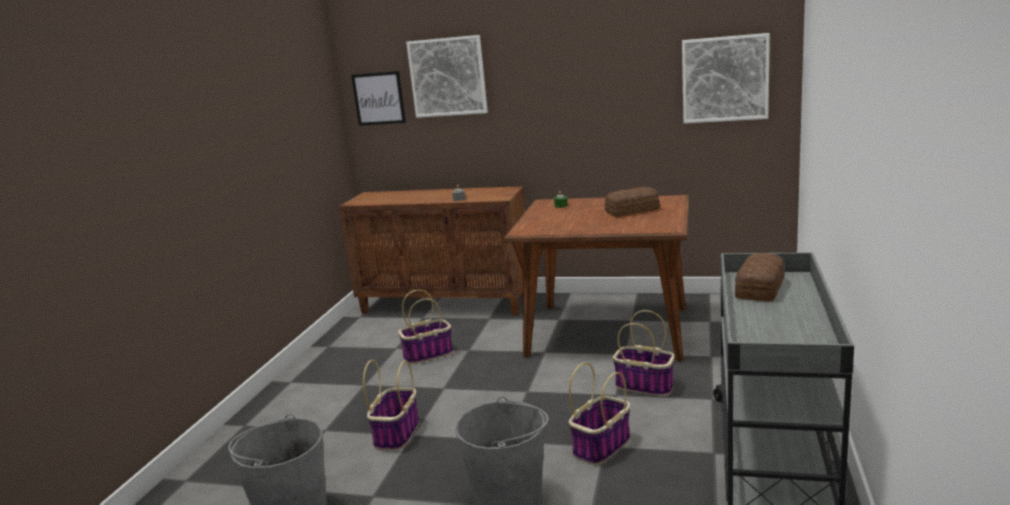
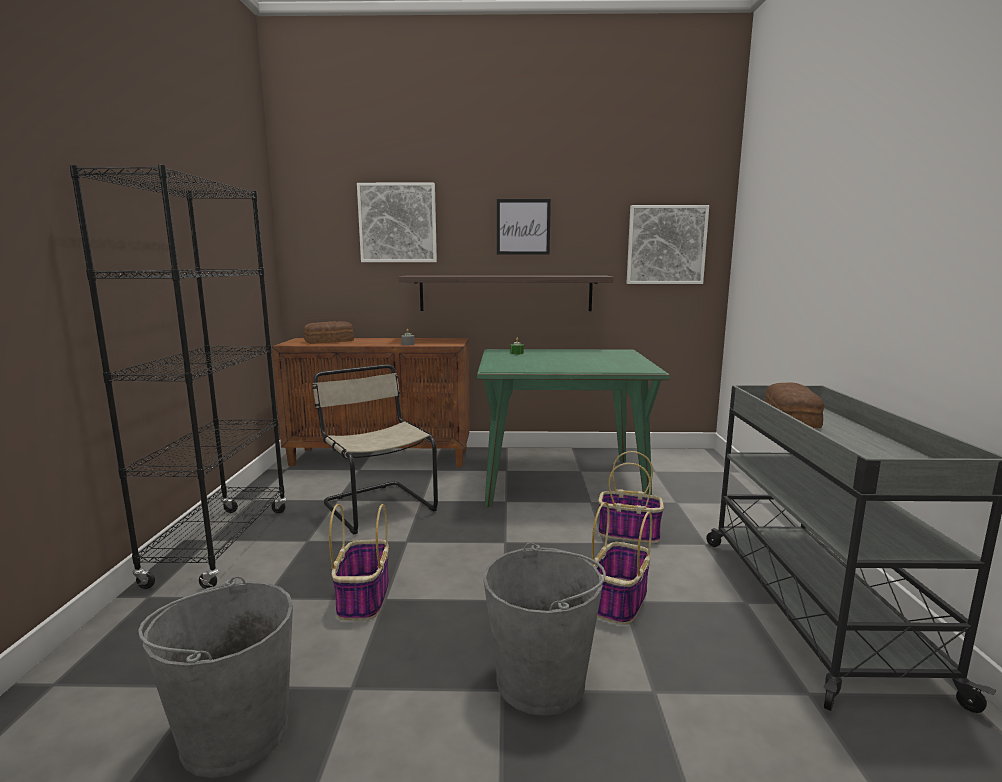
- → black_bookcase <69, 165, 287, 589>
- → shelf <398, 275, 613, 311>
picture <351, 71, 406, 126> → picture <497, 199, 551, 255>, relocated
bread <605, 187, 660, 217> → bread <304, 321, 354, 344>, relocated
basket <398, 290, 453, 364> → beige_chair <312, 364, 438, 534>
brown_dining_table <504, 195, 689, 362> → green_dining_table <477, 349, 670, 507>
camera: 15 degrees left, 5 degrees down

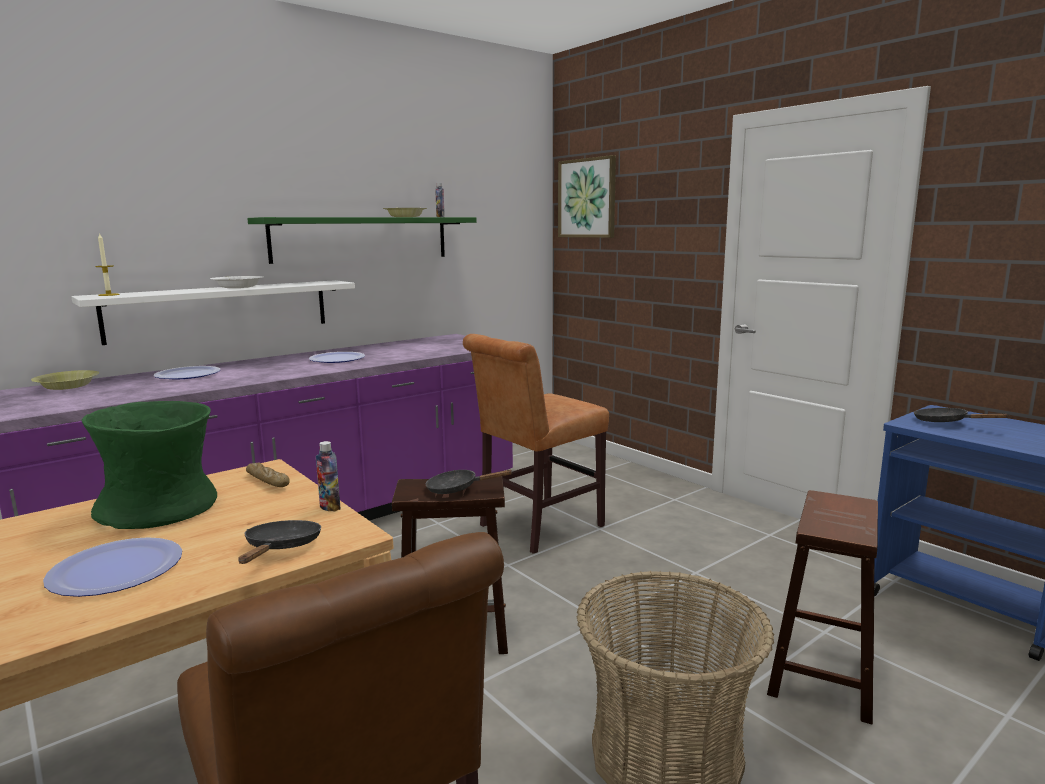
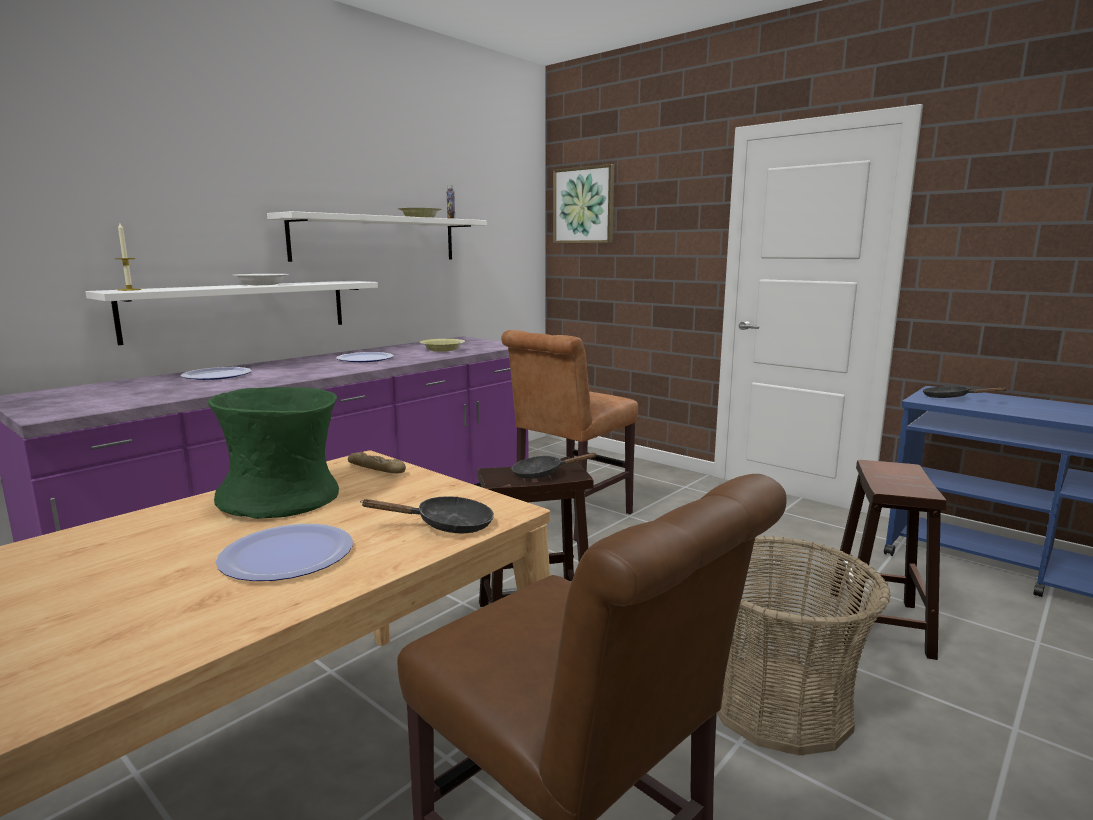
bottle <316, 441, 341, 512> → -
yellow_bowl <31, 370, 99, 390> → yellow_bowl <420, 339, 465, 352>, relocated
green_shelf <247, 217, 477, 264> → white_shelf <267, 211, 487, 262>
black_frying_pan <238, 520, 321, 564> → black_frying_pan <360, 496, 494, 533>, 90 degrees clockwise
camera: 10 degrees left, 0 degrees up

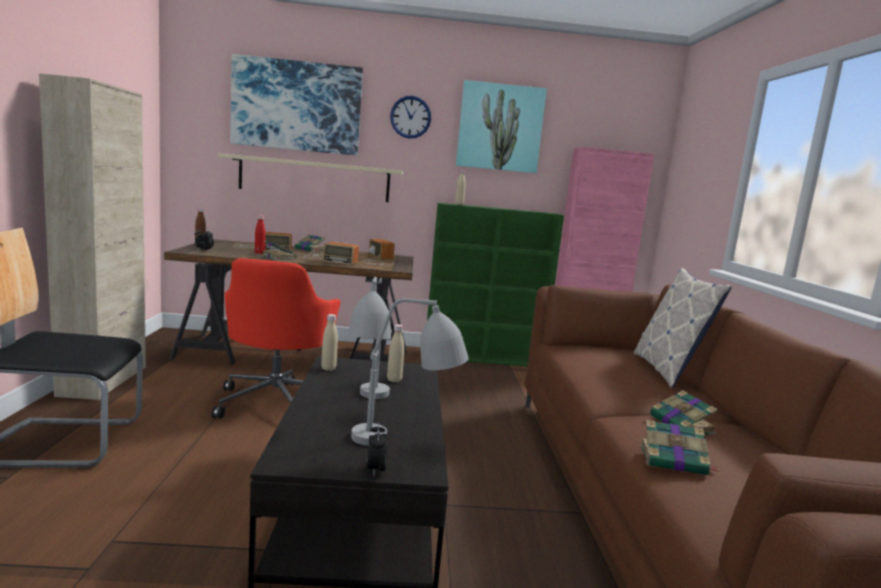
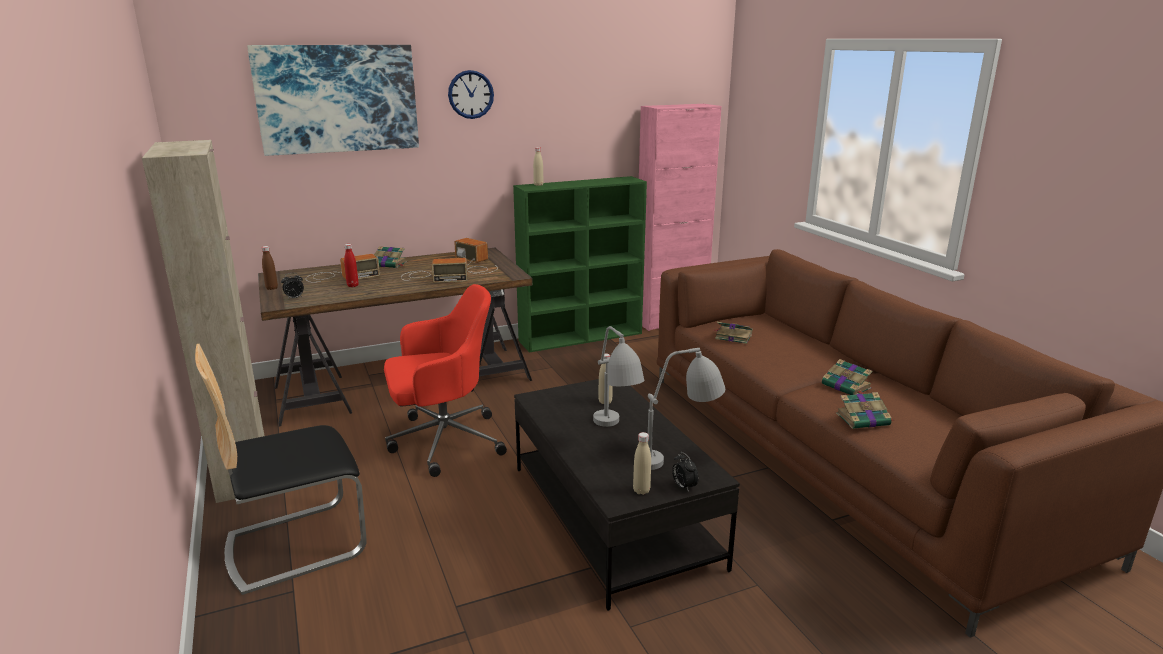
beige_shelf <217, 153, 403, 202> → -
picture <456, 80, 547, 173> → -
pillow <634, 268, 732, 388> → -
book <262, 241, 297, 260> → book <713, 322, 753, 344>, relocated
beige_bottle <321, 314, 338, 371> → beige_bottle <633, 432, 651, 495>, relocated
red_office_chair <211, 258, 341, 419> → red_office_chair <384, 284, 507, 477>, 90 degrees counterclockwise
camera: 20 degrees left, 10 degrees up

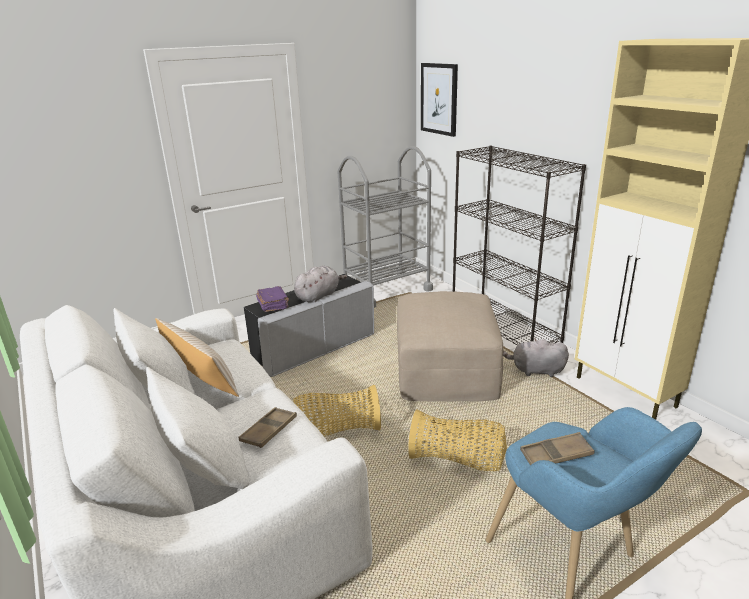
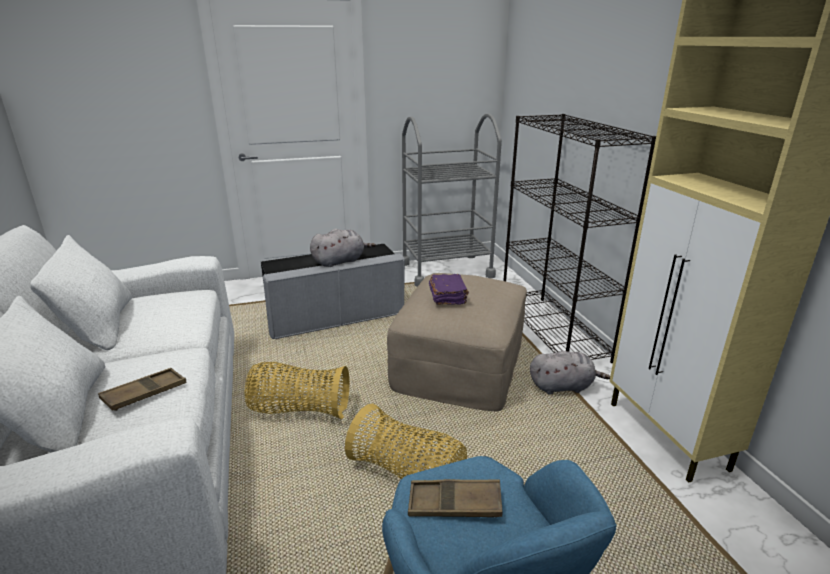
beige_pillow <155, 318, 239, 397> → -
picture <421, 63, 458, 137> → -
purple_book <256, 286, 289, 312> → purple_book <429, 274, 469, 305>, relocated
grey_plush_toy <503, 338, 569, 377> → grey_plush_toy <530, 351, 610, 395>, 150 degrees clockwise
camera: 15 degrees right, 0 degrees up

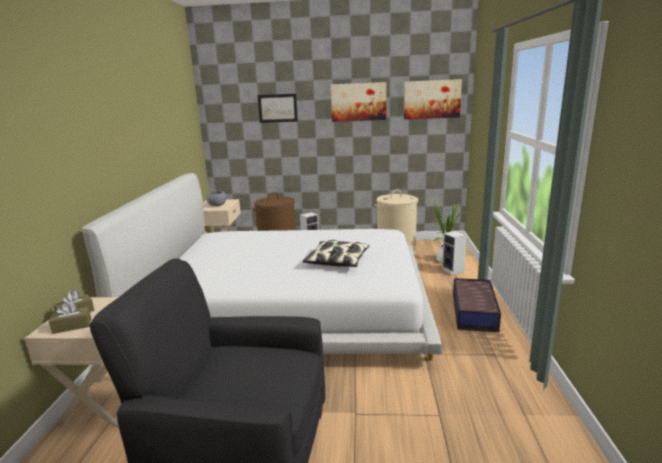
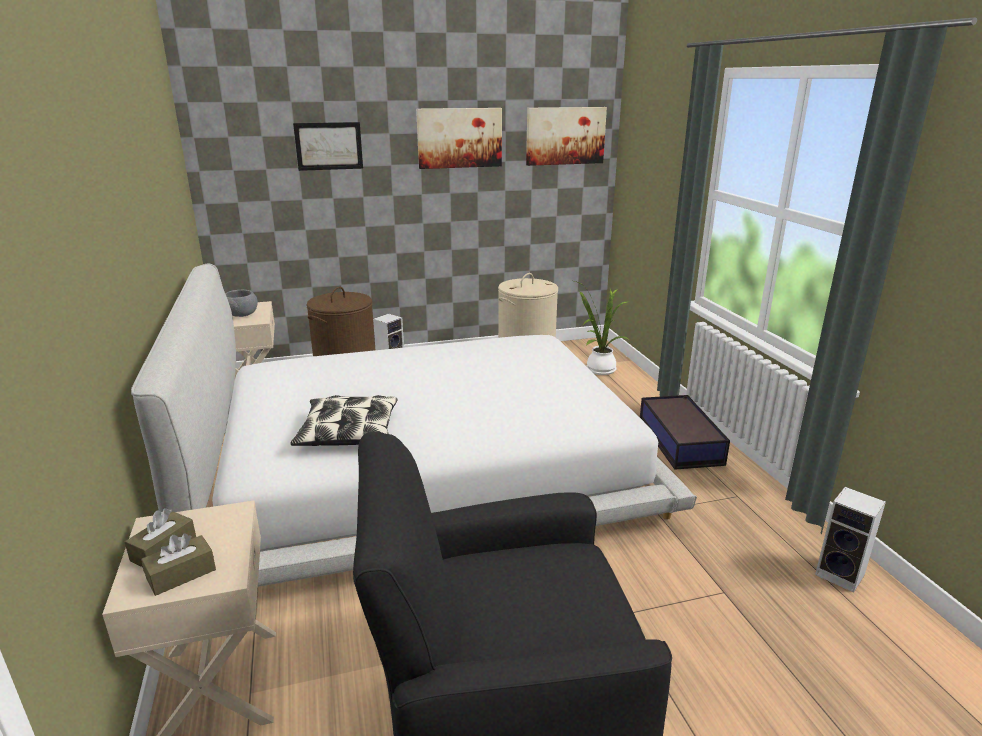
pillow <303, 240, 369, 267> → pillow <290, 395, 397, 446>, relocated
speaker <442, 231, 467, 275> → speaker <815, 487, 886, 593>, relocated
camera: 20 degrees left, 5 degrees up

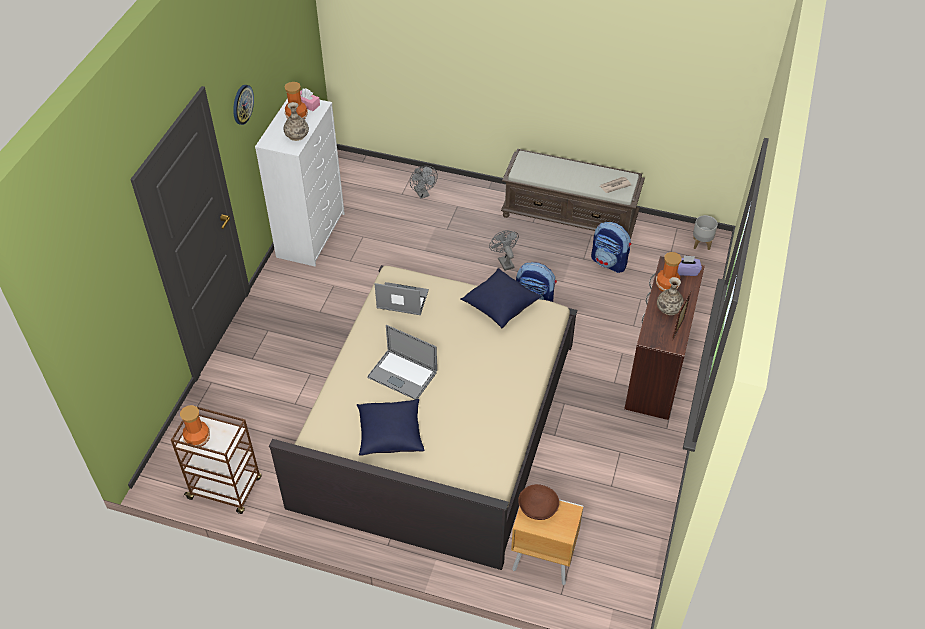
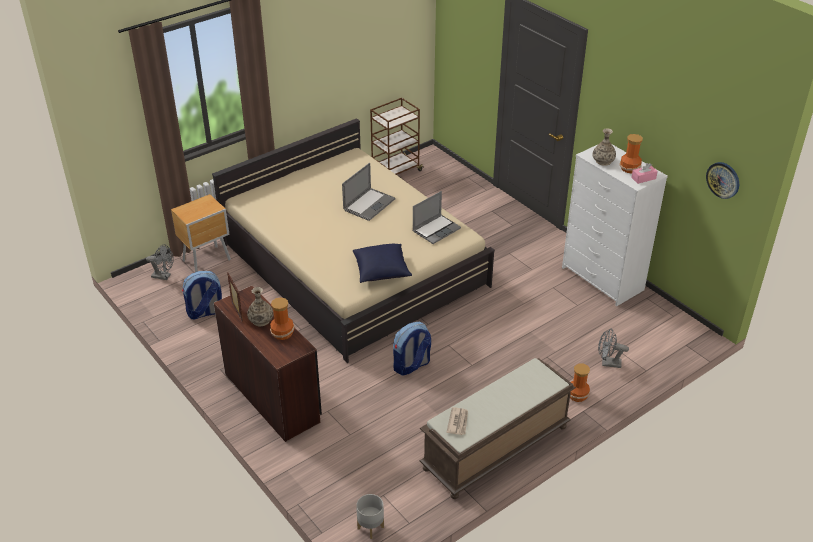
blue_pillow <357, 399, 424, 456> → -
brown_bowl <518, 484, 559, 520> → -
purple_tissue_box <677, 255, 702, 276> → -
vase <180, 405, 210, 447> → vase <570, 364, 590, 402>, relocated
wall_clock <233, 85, 254, 125> → wall_clock <706, 162, 739, 199>, relocated
grey_fan <489, 230, 519, 271> → grey_fan <146, 244, 174, 280>, relocated
backpack <591, 222, 631, 273> → backpack <182, 271, 222, 320>, relocated
laptop <367, 325, 437, 399> → laptop <342, 163, 396, 221>, 150 degrees clockwise
camera: 125 degrees right, 10 degrees down

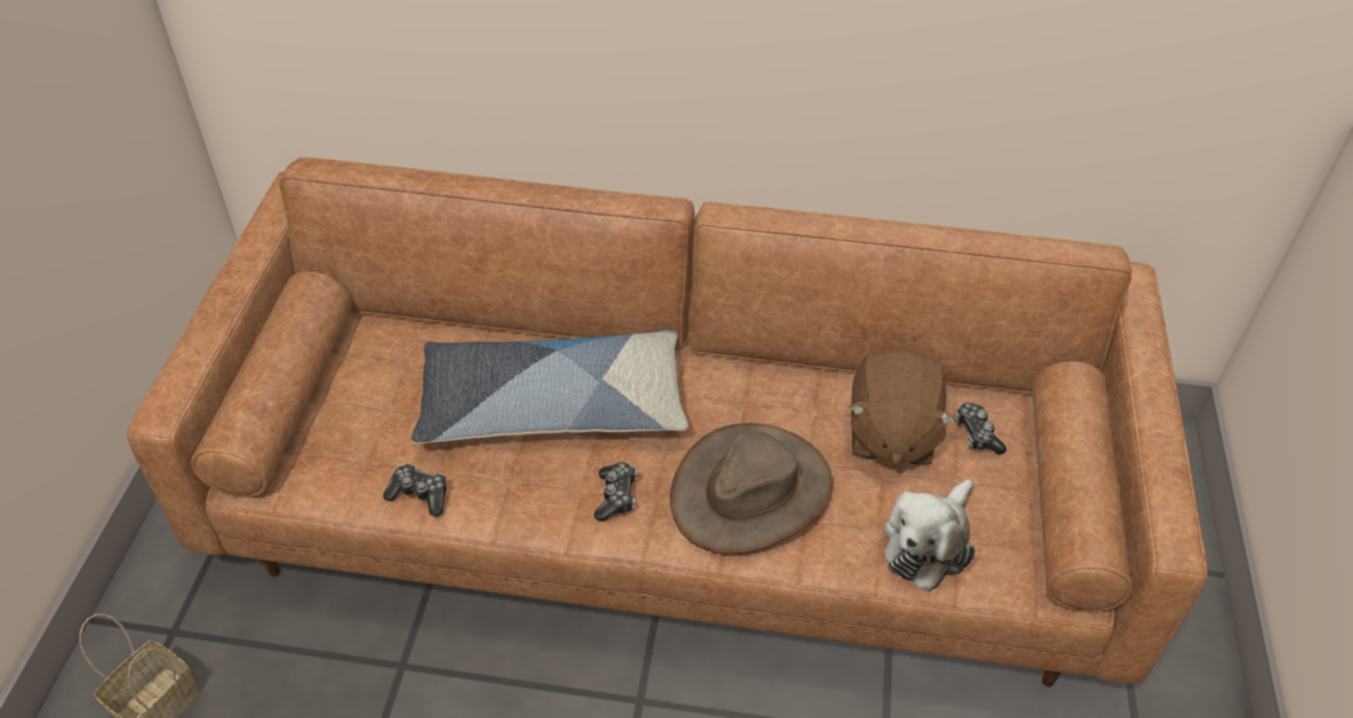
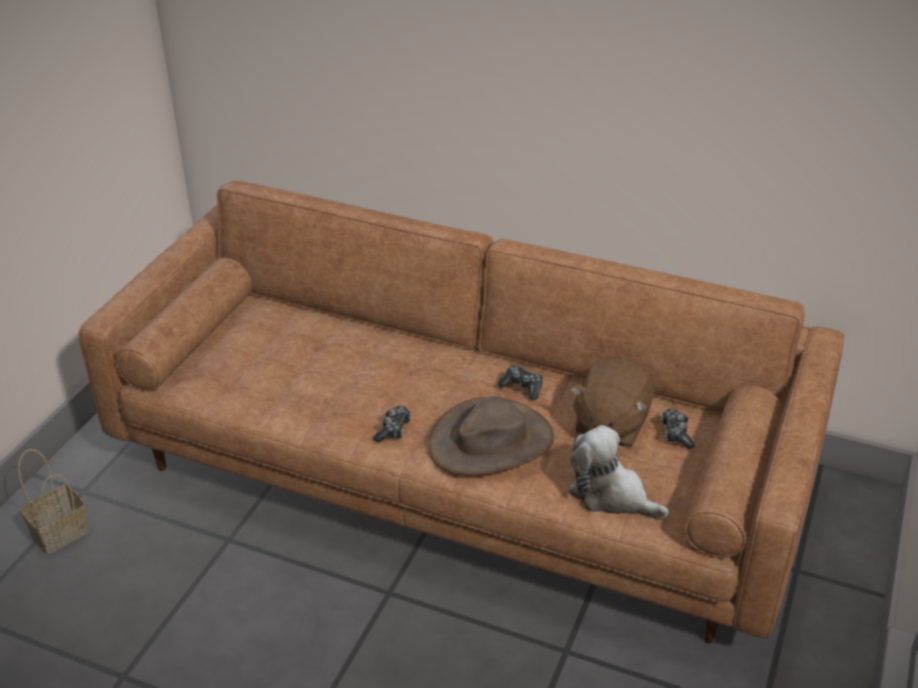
pillow <411, 330, 688, 444> → -
game_controller <383, 463, 446, 517> → game_controller <498, 365, 543, 400>, relocated
plush_toy <884, 479, 975, 591> → plush_toy <569, 425, 669, 519>, 75 degrees clockwise
camera: 15 degrees right, 10 degrees down

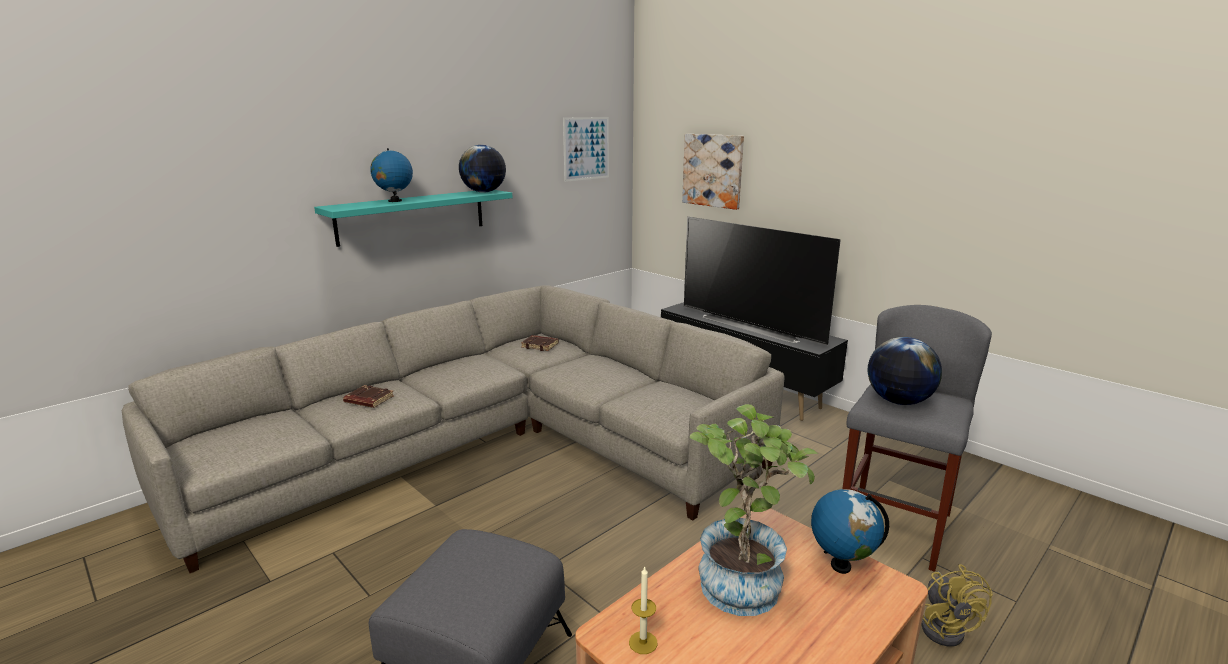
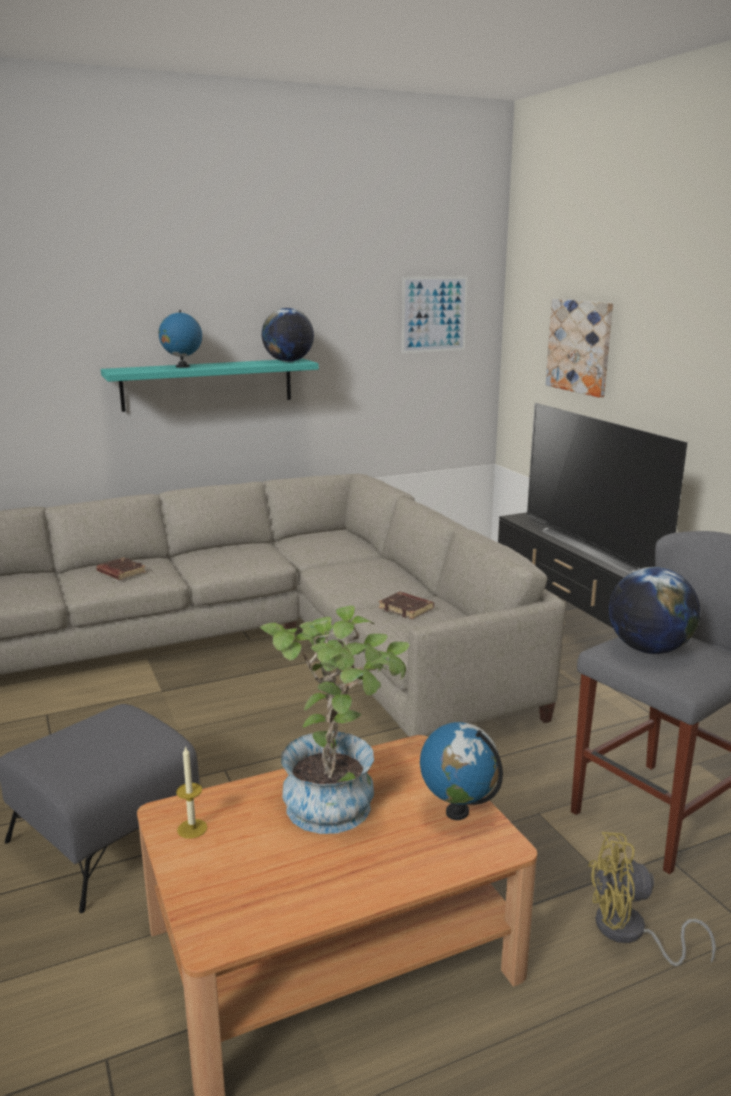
brown_book <521, 335, 559, 351> → brown_book <379, 592, 434, 619>, relocated
yellow_fan <921, 564, 993, 647> → yellow_fan <588, 832, 716, 966>, 75 degrees clockwise
camera: 20 degrees right, 0 degrees up

